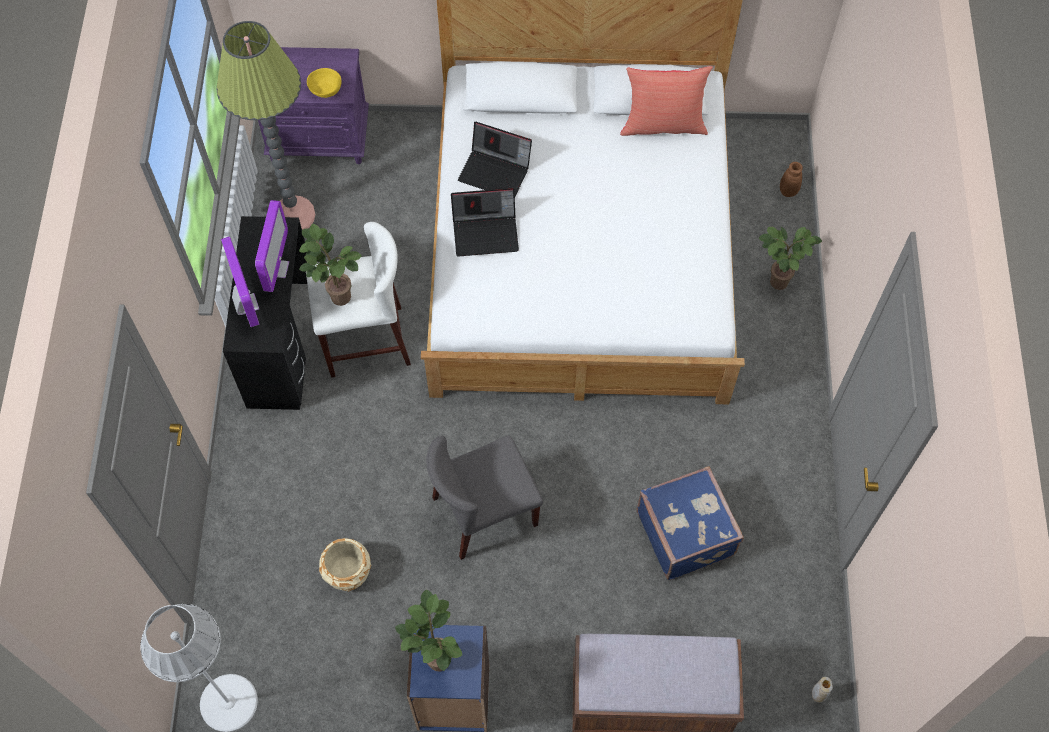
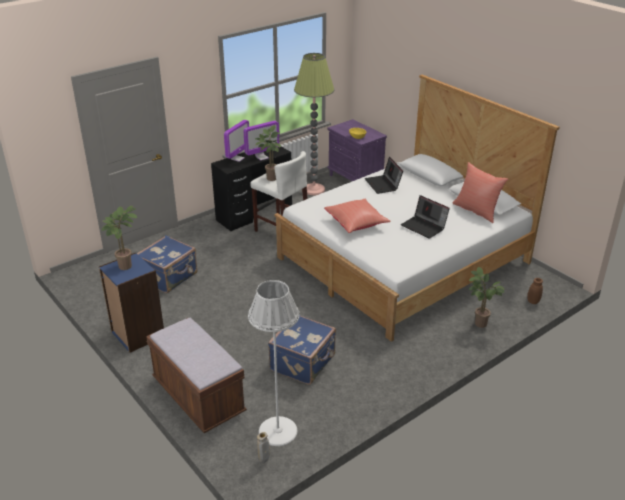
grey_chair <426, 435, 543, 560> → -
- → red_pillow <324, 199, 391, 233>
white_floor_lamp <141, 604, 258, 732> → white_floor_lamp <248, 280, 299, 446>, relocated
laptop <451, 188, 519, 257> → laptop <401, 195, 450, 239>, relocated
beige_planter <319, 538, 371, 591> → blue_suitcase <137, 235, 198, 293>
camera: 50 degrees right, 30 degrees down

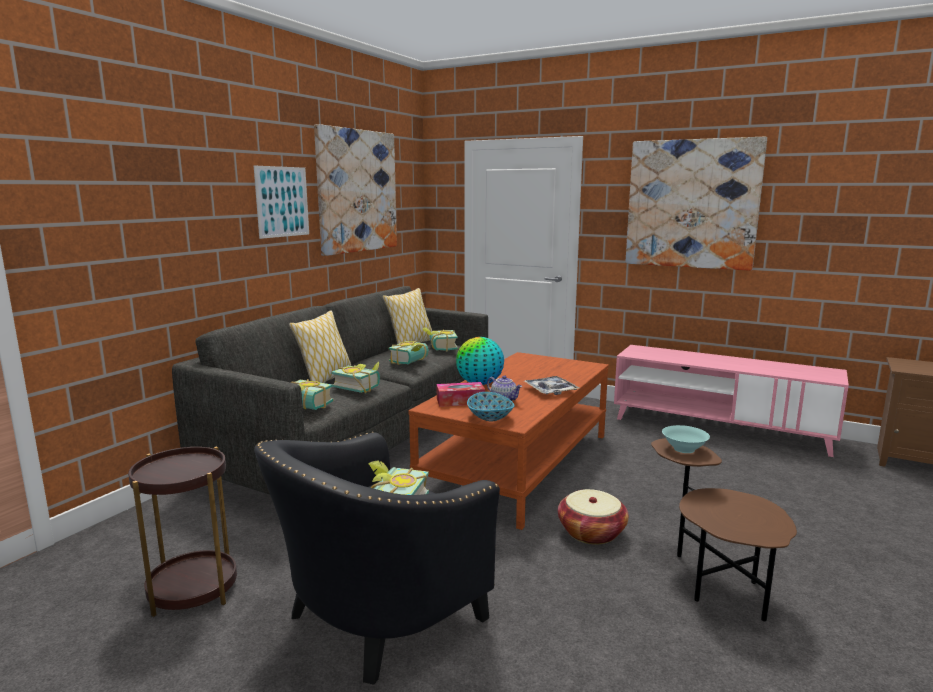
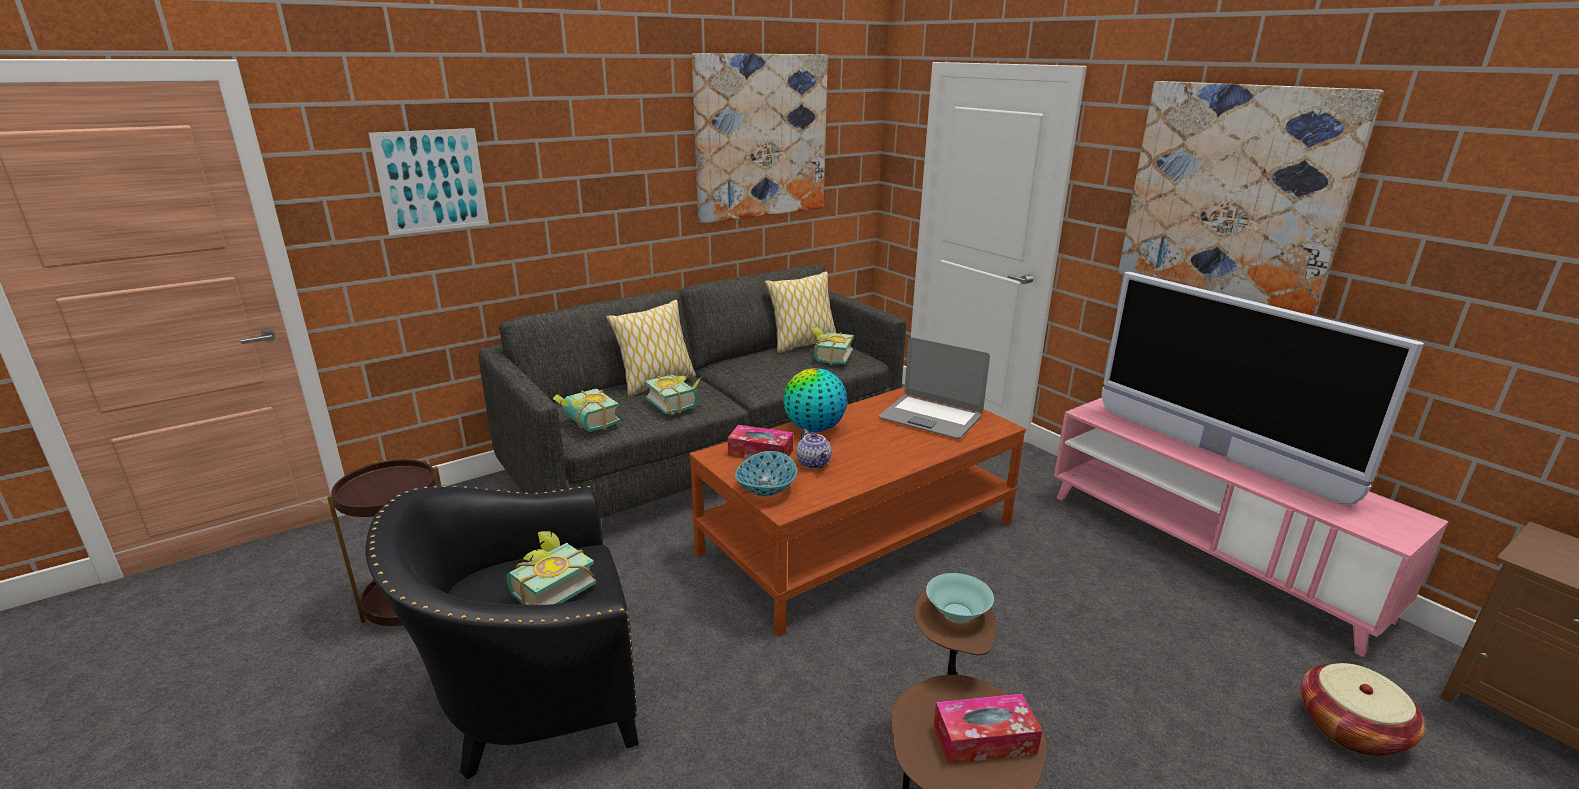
book <389, 341, 429, 365> → -
tray <524, 376, 579, 395> → -
- → laptop <878, 337, 990, 439>
- → tissue_box <934, 694, 1042, 764>
- → television <1102, 272, 1424, 504>
picture <254, 166, 309, 239> → picture <369, 128, 489, 236>, relocated
basket <558, 489, 629, 545> → basket <1301, 663, 1425, 756>, relocated
camera: 25 degrees right, 10 degrees up

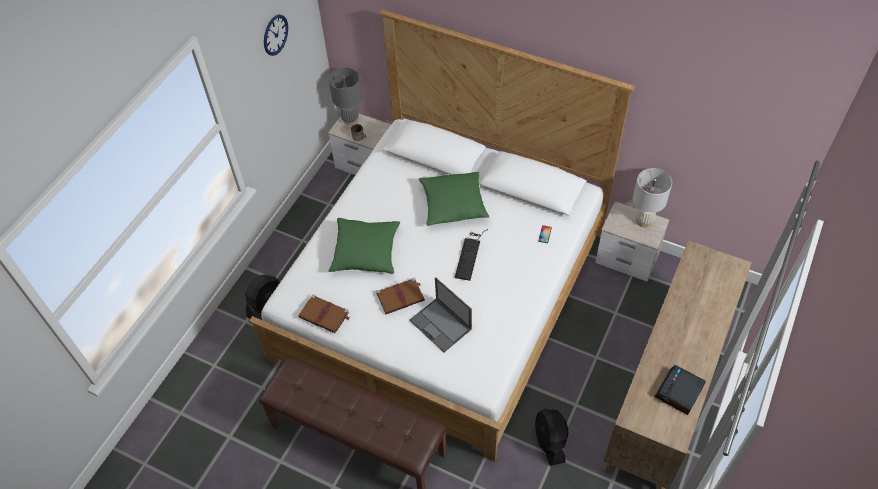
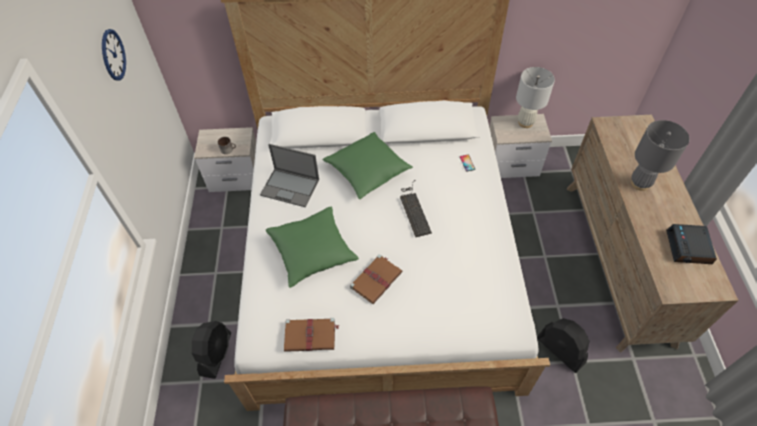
grey_table_lamp <328, 68, 362, 125> → grey_table_lamp <631, 120, 690, 191>, relocated
laptop <410, 277, 472, 352> → laptop <260, 144, 319, 207>, relocated
camera: 30 degrees left, 0 degrees up

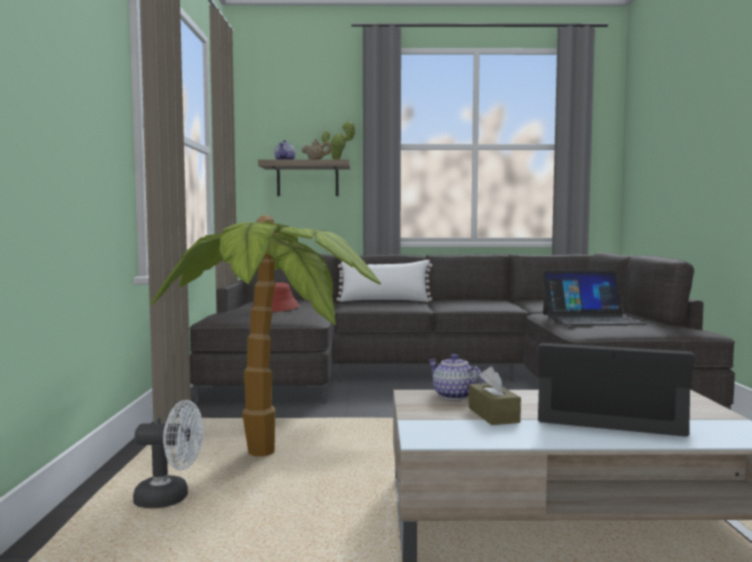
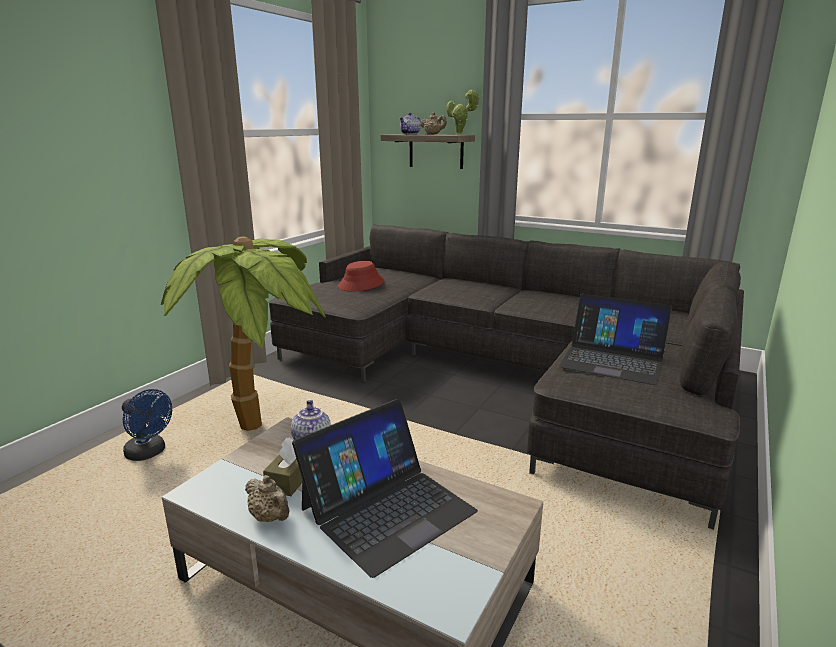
white_pillow <337, 260, 432, 302> → -
- → beige_teapot <245, 475, 289, 522>
white_fan <133, 400, 204, 508> → blue_fan <122, 389, 172, 461>
laptop <538, 343, 695, 437> → laptop <292, 399, 478, 578>, 90 degrees clockwise
camera: 30 degrees right, 15 degrees up

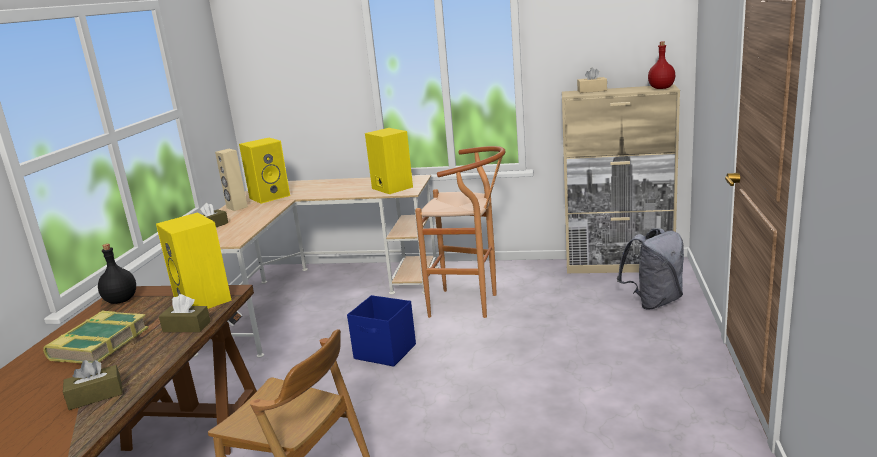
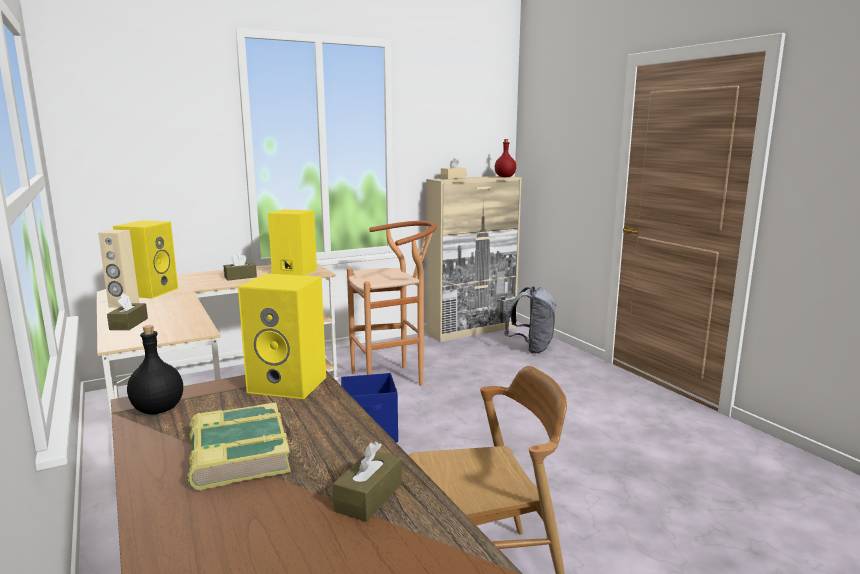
brown_tissue_box <159, 294, 211, 332> → brown_tissue_box <224, 253, 257, 280>, relocated
camera: 40 degrees left, 5 degrees down

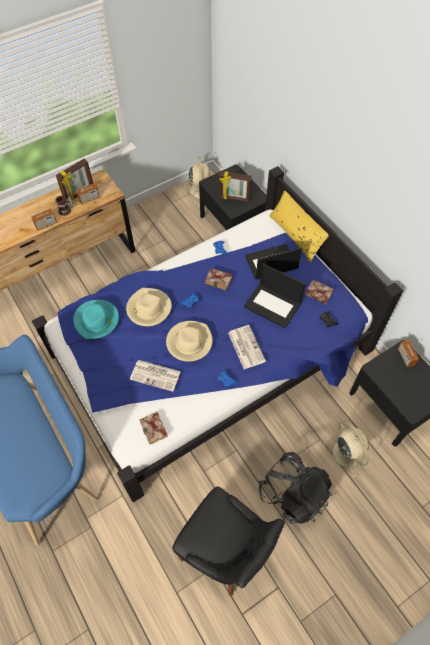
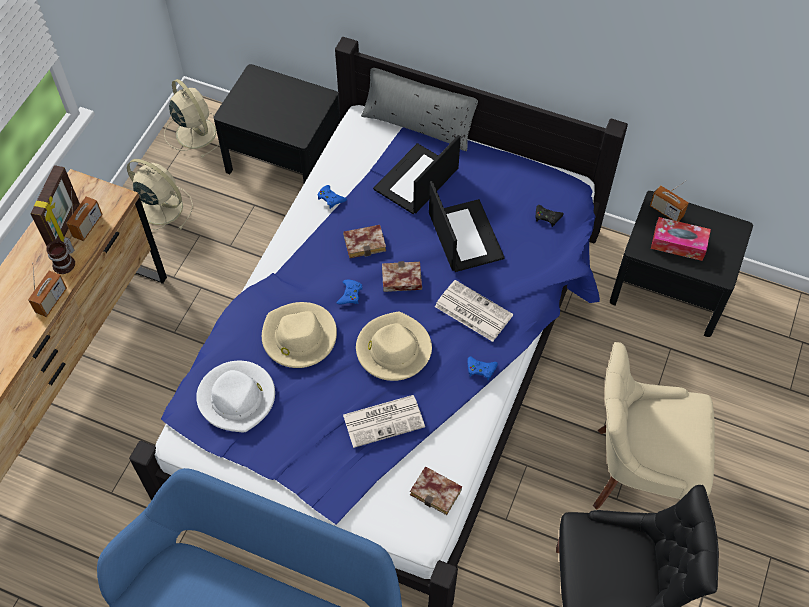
picture_frame <219, 171, 252, 202> → -
- → tissue_box <651, 217, 711, 261>
book <305, 280, 334, 304> → book <382, 261, 422, 292>, relocated
beige_fan <323, 421, 370, 478> → beige_fan <127, 159, 193, 230>, relocated
black_backpack <259, 452, 332, 524> → beige_chair <593, 342, 715, 510>
turquoise_hat <73, 300, 119, 340> → white_hat <196, 361, 275, 432>
yellow_pillow <269, 191, 329, 262> → grey_pillow <361, 68, 478, 151>
laptop <244, 263, 306, 328> → laptop <429, 181, 505, 272>, 105 degrees counterclockwise
camera: 35 degrees left, 0 degrees up

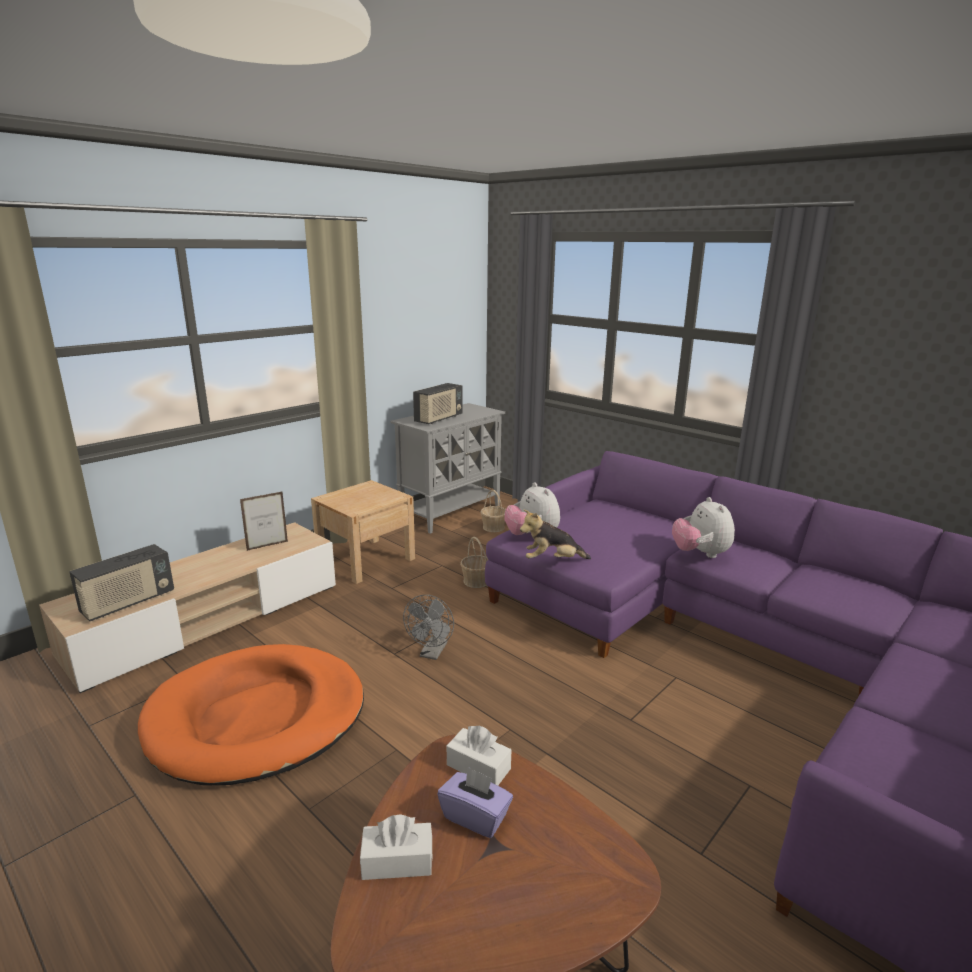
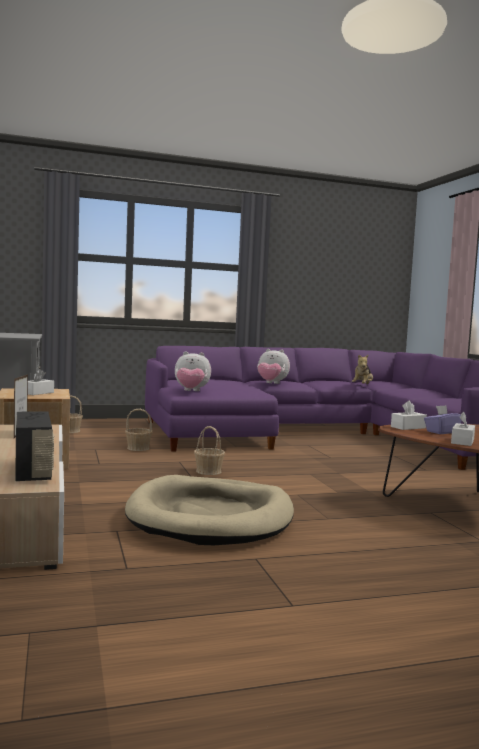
radio <413, 383, 463, 424> → -
- → white_tissue_box <28, 369, 54, 395>
plush_toy <520, 510, 591, 559> → plush_toy <352, 354, 373, 384>, relocated
grey_fan <403, 595, 454, 660> → basket <194, 426, 225, 475>
orange_dog_bed <138, 644, 364, 786> → beige_dog_bed <125, 475, 294, 545>
camera: 60 degrees left, 15 degrees down

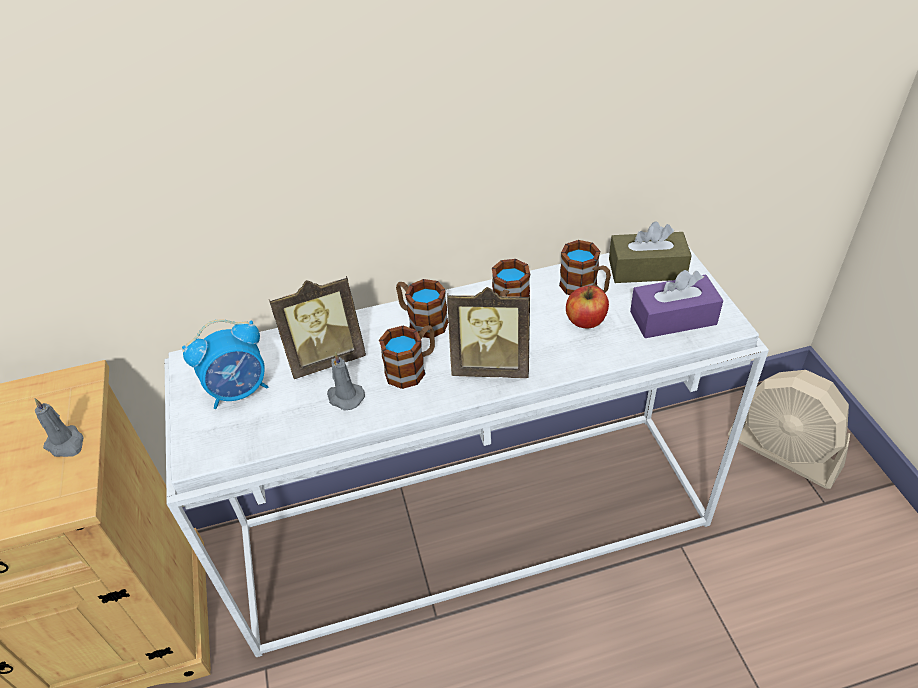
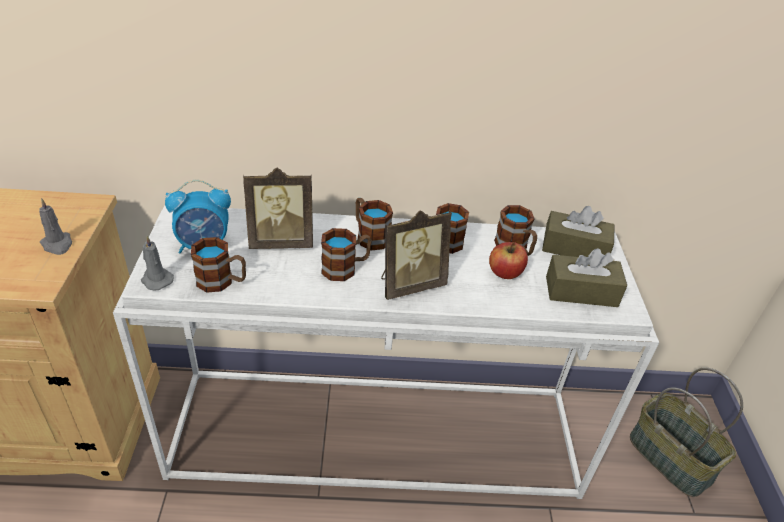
- → mug <191, 237, 246, 293>
grey_candle <327, 352, 365, 410> → grey_candle <141, 236, 174, 291>, relocated
beige_fan <728, 370, 850, 489> → basket <630, 368, 743, 497>
purple_tissue_box <630, 270, 723, 338> → brown_tissue_box <546, 248, 627, 307>
picture_frame <447, 287, 530, 378> → picture_frame <381, 210, 452, 300>, 45 degrees counterclockwise
camera: 10 degrees right, 5 degrees down

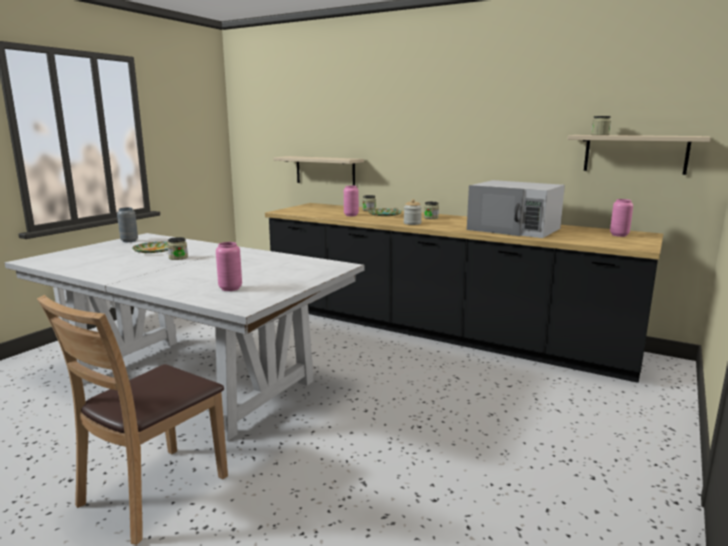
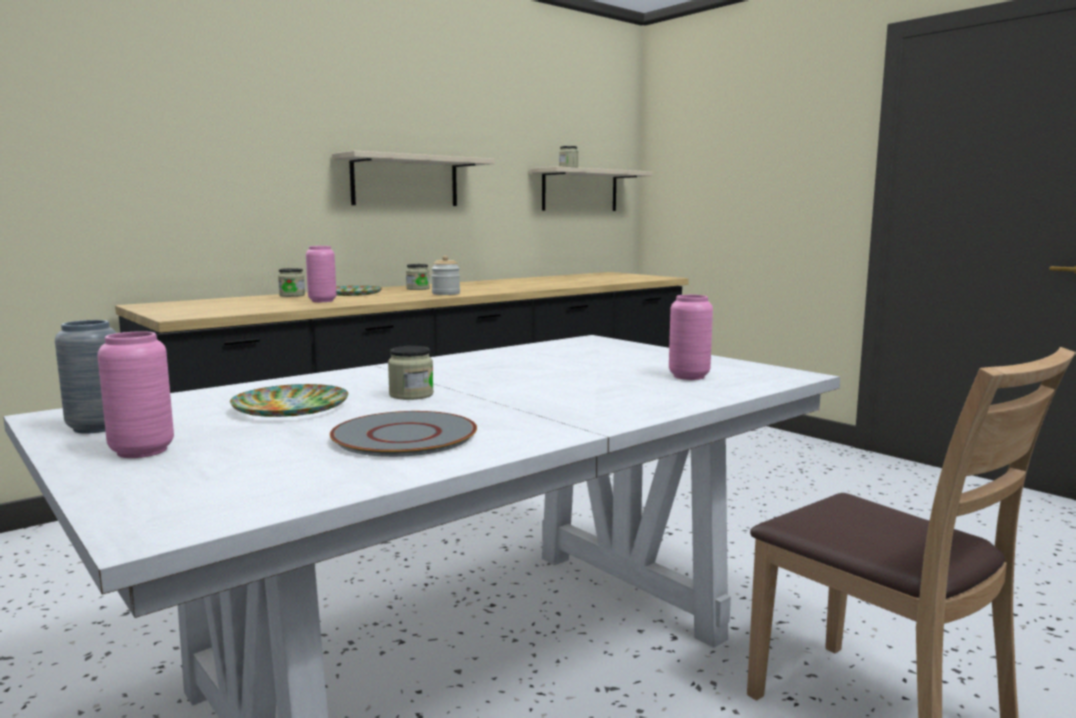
white_microwave <467, 180, 565, 238> → -
- → grey_plate <330, 411, 477, 457>
beige_shelf <273, 156, 364, 186> → beige_shelf <332, 151, 494, 206>, relocated
pink_vase <610, 199, 633, 237> → pink_vase <97, 331, 174, 458>, relocated
camera: 70 degrees left, 5 degrees down

